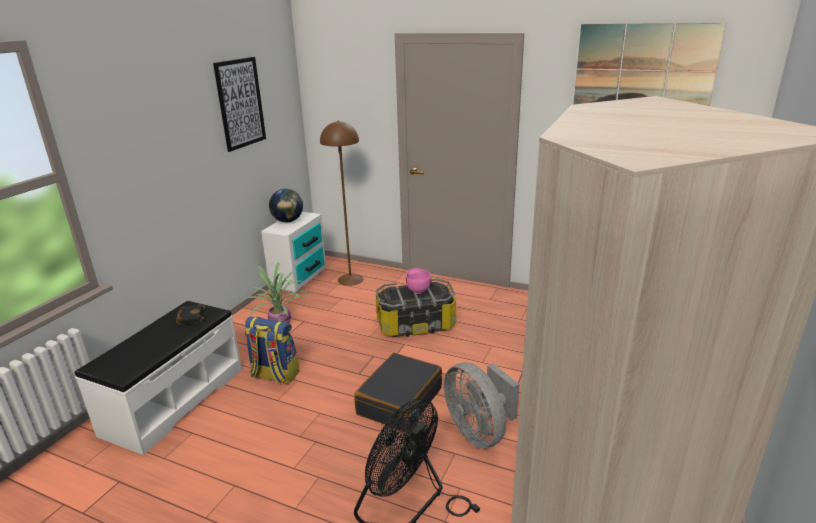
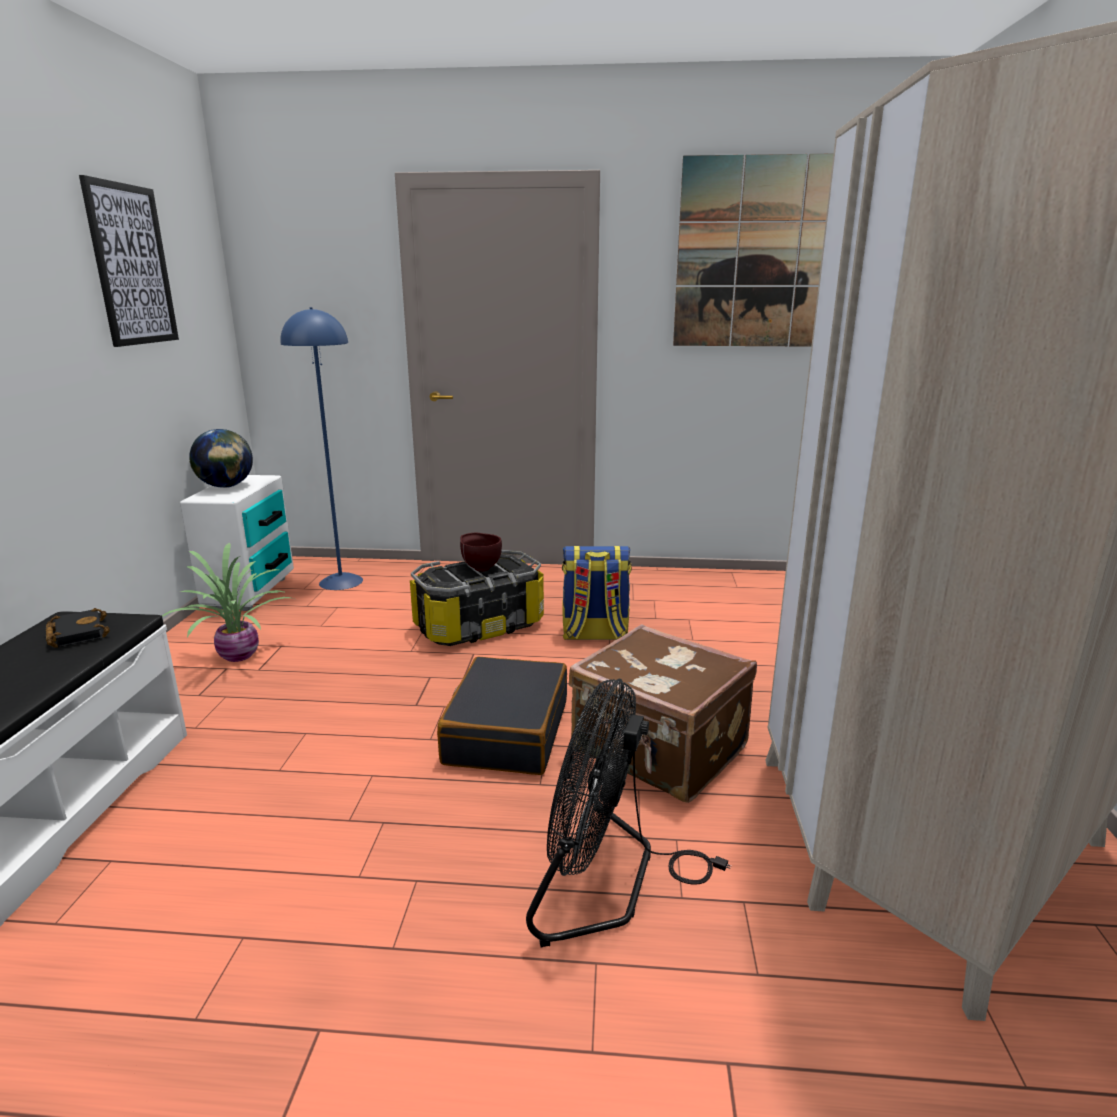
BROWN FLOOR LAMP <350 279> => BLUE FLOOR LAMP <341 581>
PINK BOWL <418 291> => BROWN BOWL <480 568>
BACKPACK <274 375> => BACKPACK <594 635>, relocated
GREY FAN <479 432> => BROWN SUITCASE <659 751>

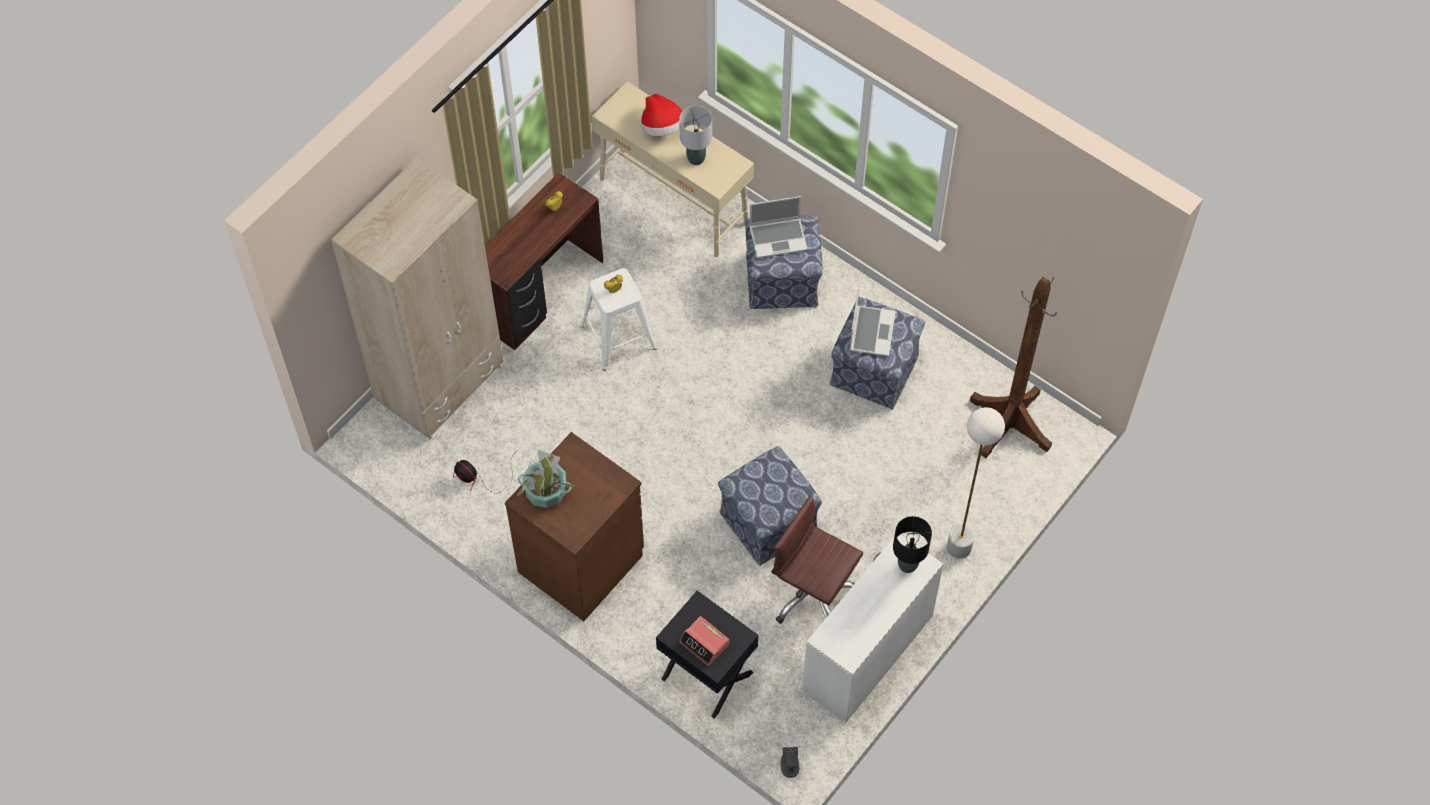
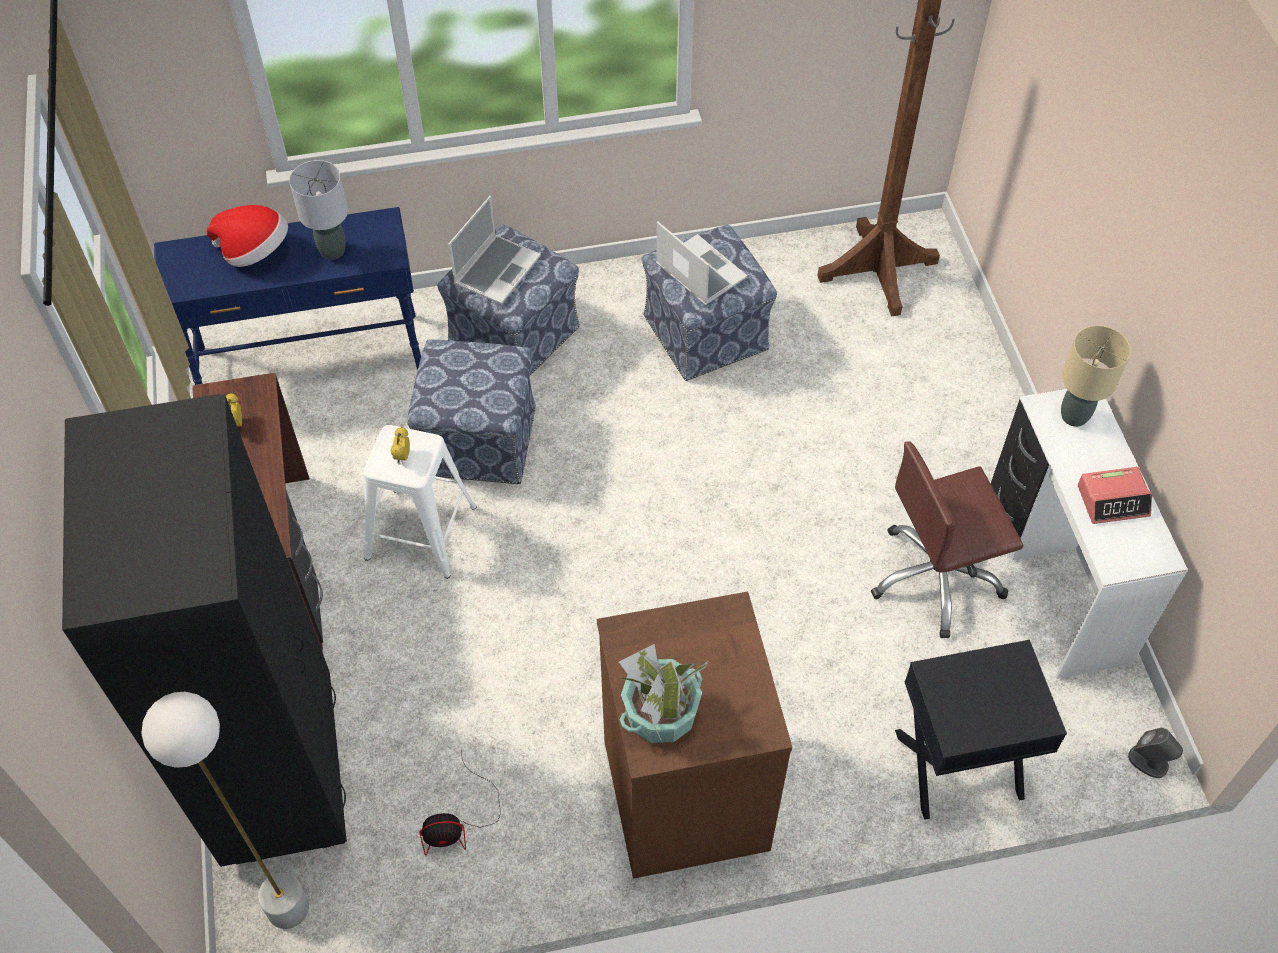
BEIGE CONSOLE TABLE <673 202> => BLUE CONSOLE TABLE <311 360>
BEIGE WARDROBE <441 384> => BLACK WARDROBE <282 770>
WHITE FLOOR LAMP <959 547> => WHITE FLOOR LAMP <288 908>, relocated
OTTOMAN <767 521> => OTTOMAN <477 440>, relocated
BLACK TABLE LAMP <908 565> => BEIGE TABLE LAMP <1074 416>
ALARM CLOCK <704 643> => ALARM CLOCK <1113 500>, relocated

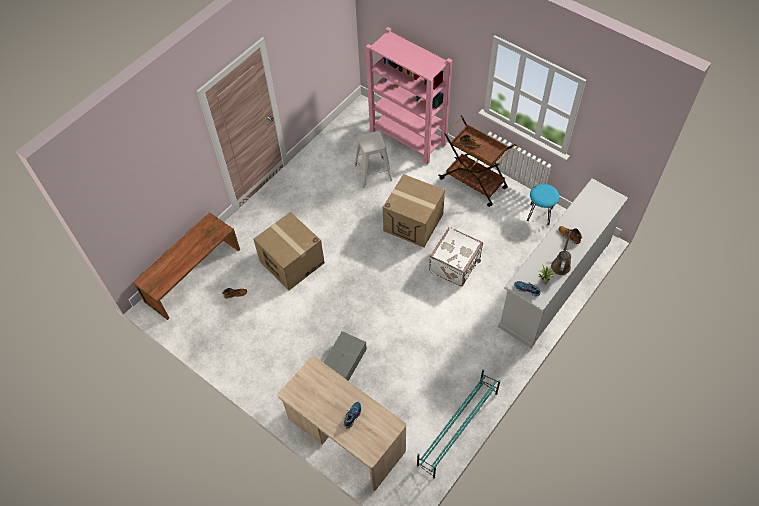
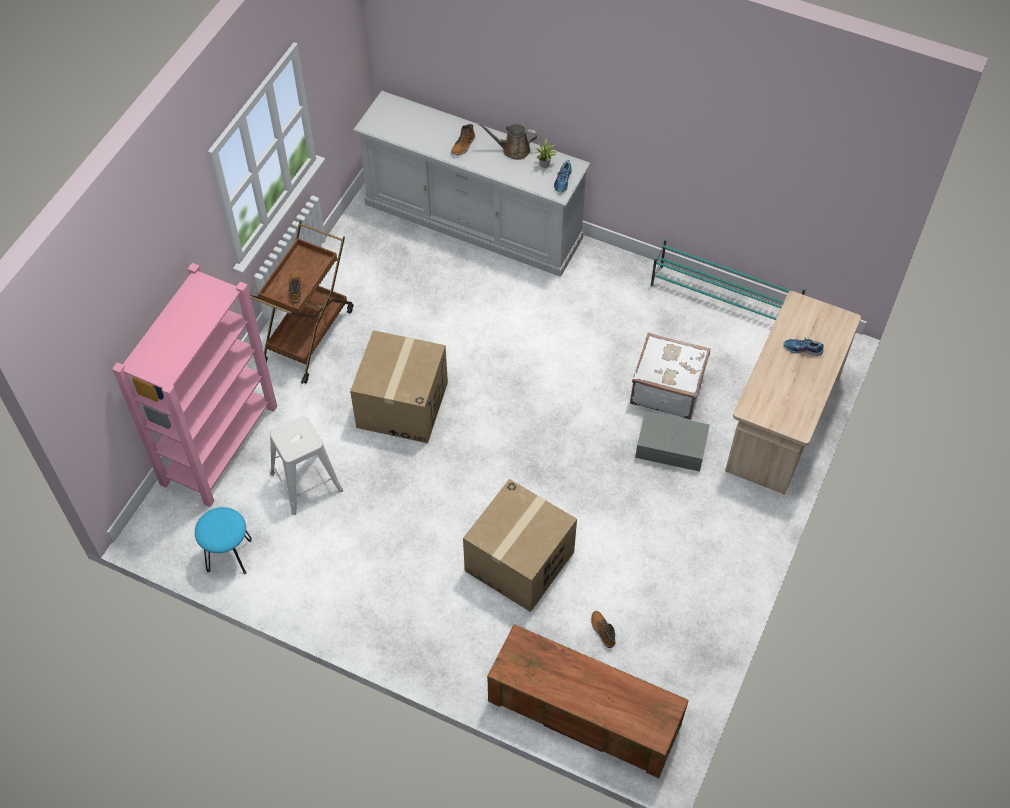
TURQUOISE STOOL <539 214> => TURQUOISE STOOL <229 555>, relocated
WHITE SUITCASE <455 265> => WHITE SUITCASE <667 388>, relocated

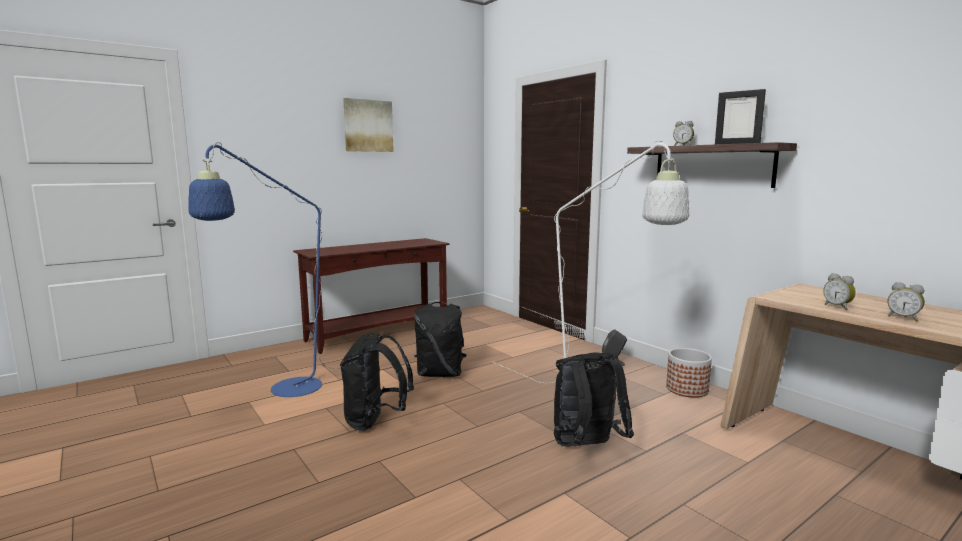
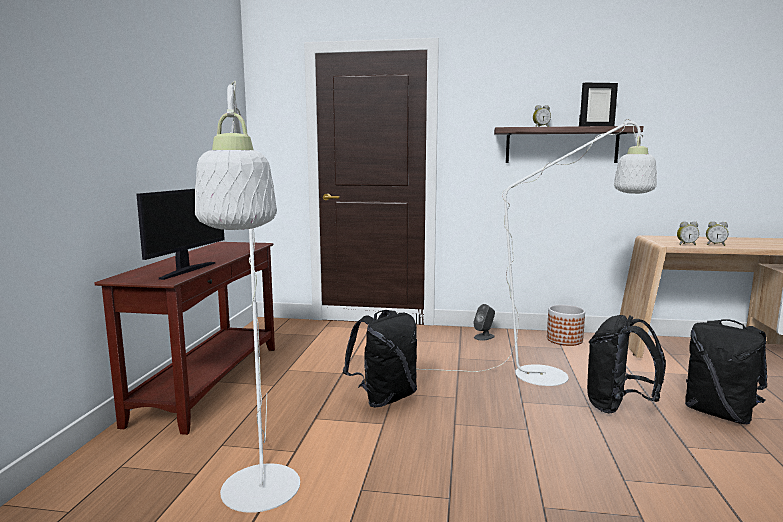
PICTURE <368 126> => nothing
BLUE FLOOR LAMP <285 391> => WHITE FLOOR LAMP <261 500>
ALARM CLOCK <903 318> => ALARM CLOCK <686 244>, relocated
BLACK BACKPACK <375 421> => BLACK BACKPACK <720 413>, relocated
nothing => MONITOR <186 270>

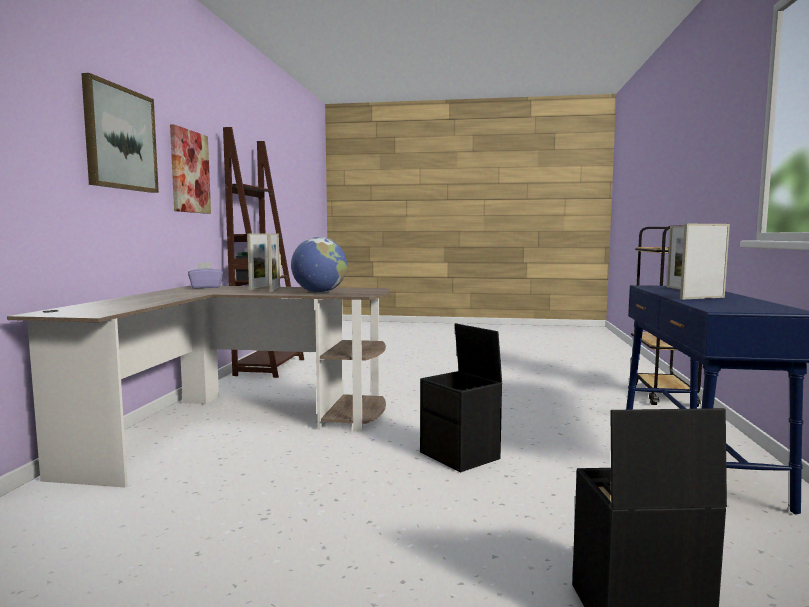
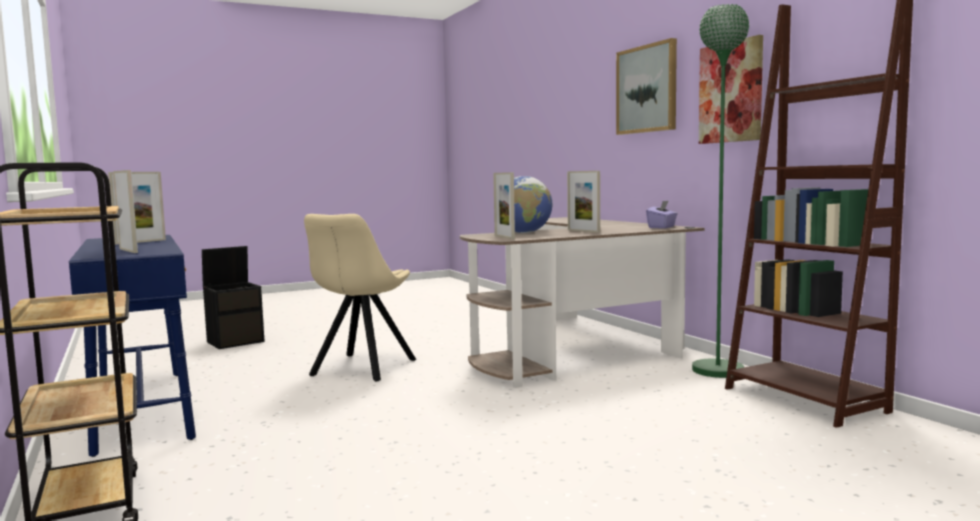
PICTURE FRAME <260 288> => PICTURE FRAME <504 237>, relocated
BLACK STORAGE BOX <461 455> => BEIGE CHAIR <362 367>
nothing => GREEN FLOOR LAMP <718 370>

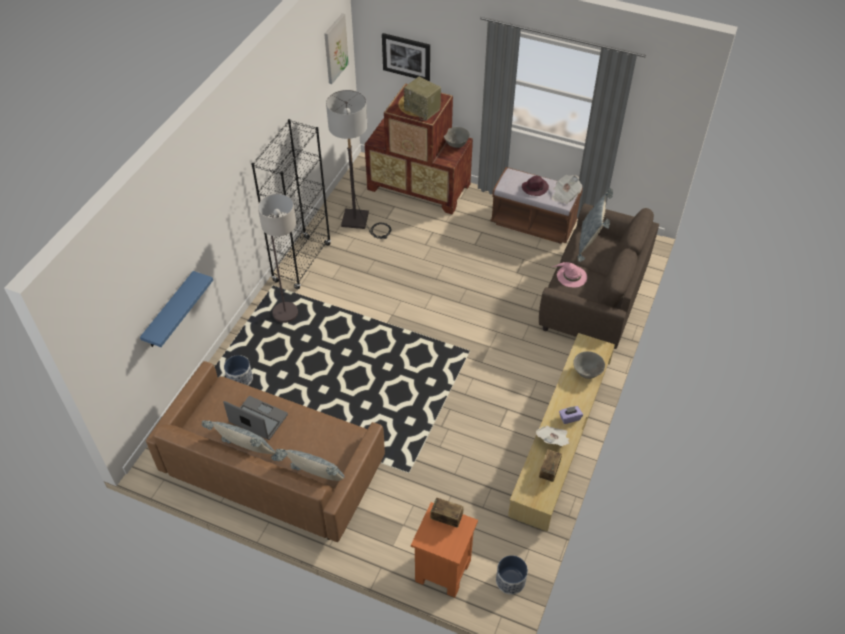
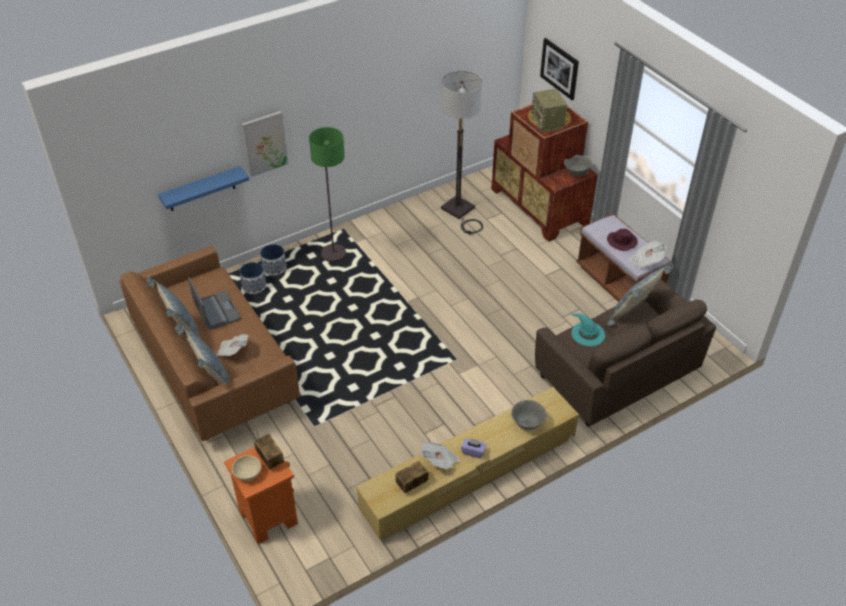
PICTURE <335 48> => PICTURE <264 143>, relocated
BLACK BOOKCASE <302 262> => nothing
GREY FLOOR LAMP <291 317> => GREEN FLOOR LAMP <335 259>
PINK HAT <571 276> => TURQUOISE HAT <587 333>
PLANTER <510 581> => PLANTER <274 268>, relocated
nothing => NEWSPAPER <233 351>
nothing => BEIGE BOWL <247 474>

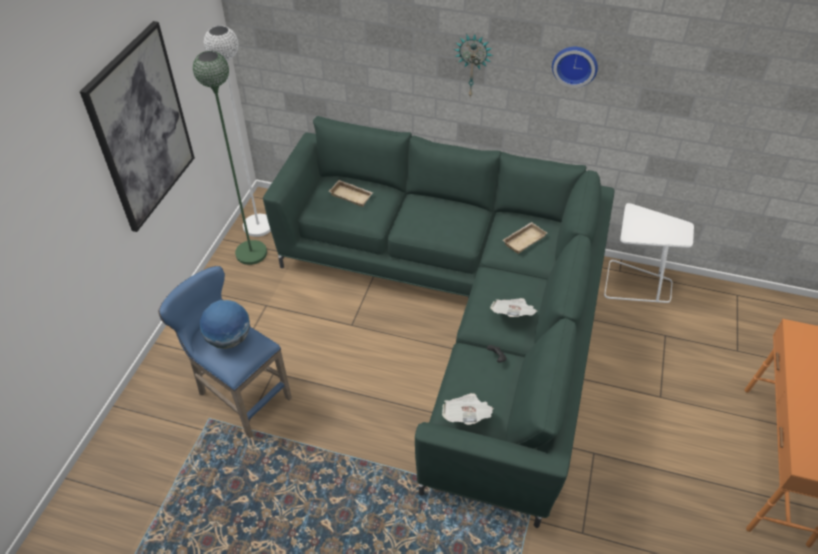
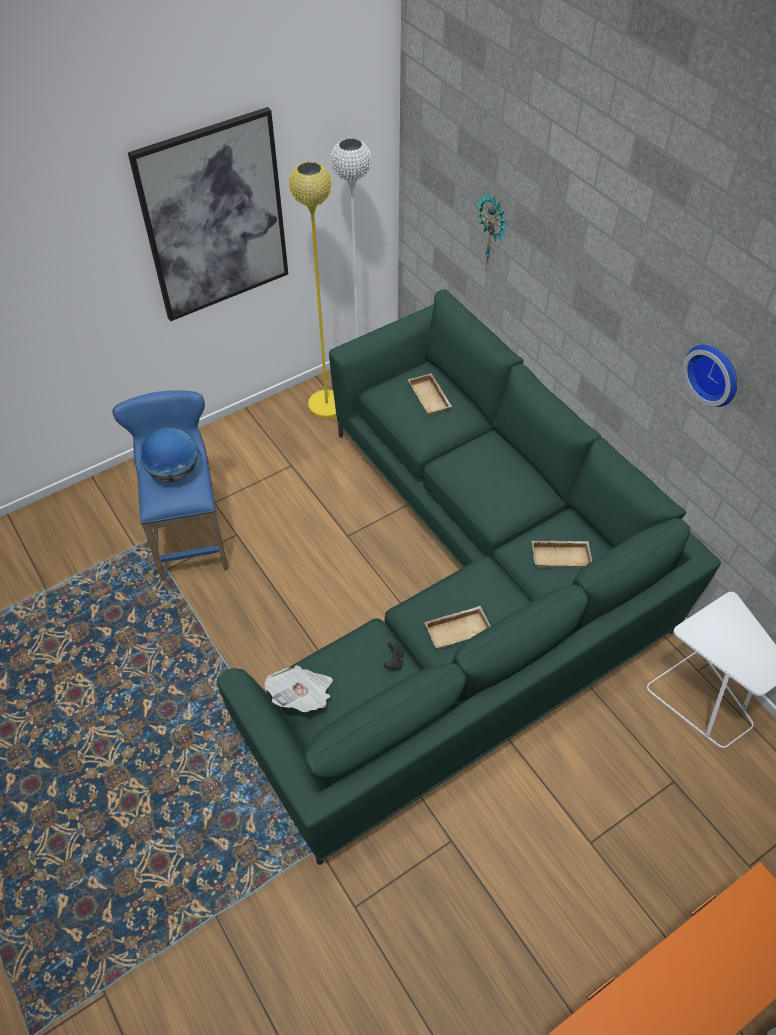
WALL CLOCK <473 65> => WALL CLOCK <493 233>, relocated
GREEN FLOOR LAMP <251 253> => YELLOW FLOOR LAMP <327 405>
NEWSPAPER <512 315> => BEIGE TRAY <458 629>

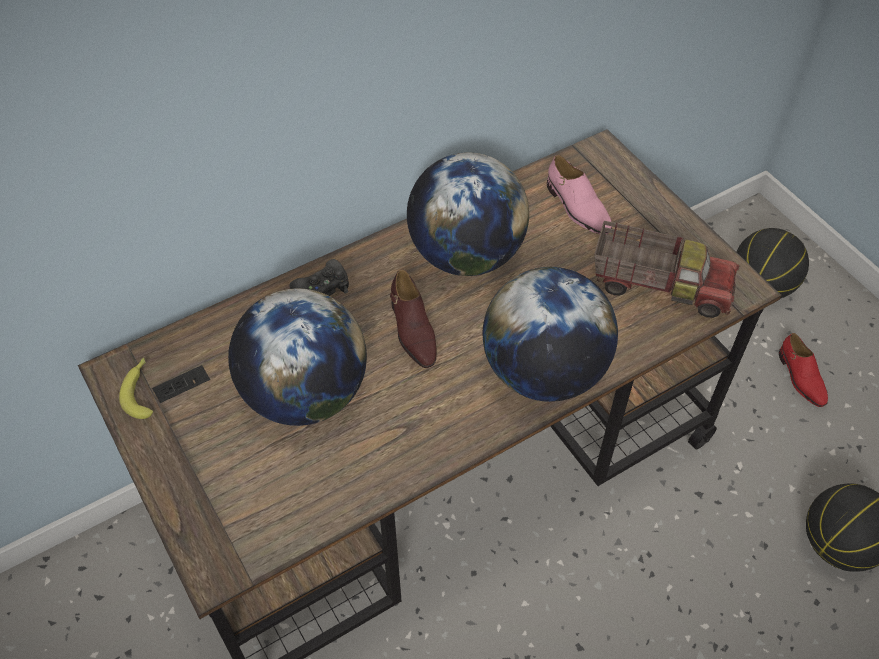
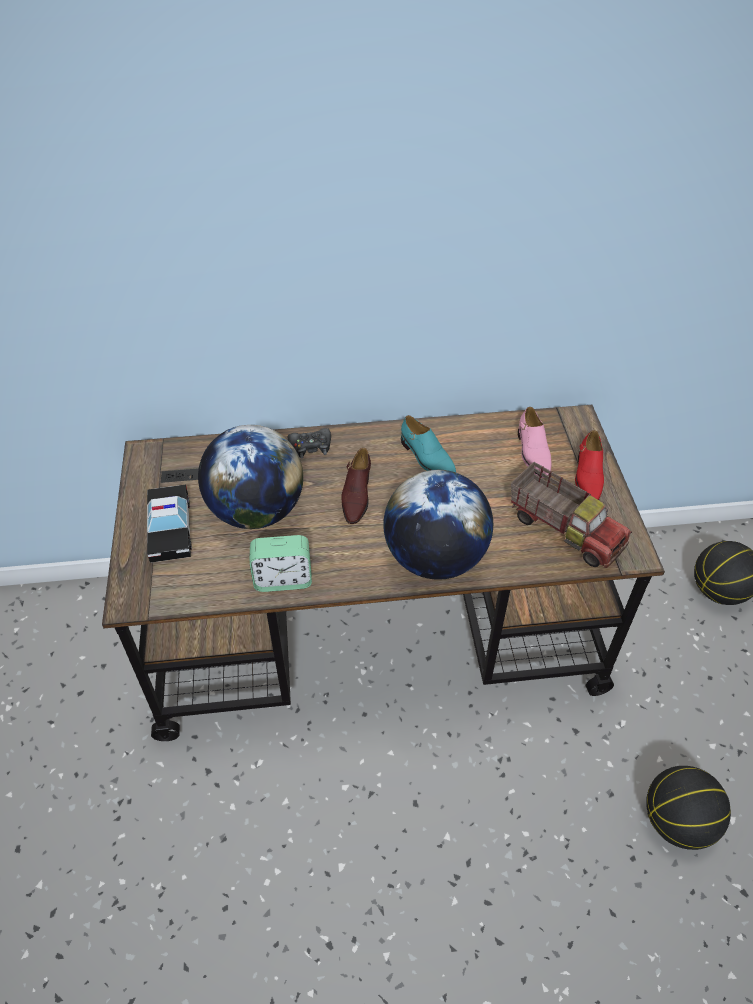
GLOBE <466 255> => TURQUOISE SHOE <427 458>
RED SHOE <800 378> => RED SHOE <587 477>, relocated
BANANA <141 391> => nothing
nothing => TOY CAR <170 530>
nothing => ALARM CLOCK <283 579>

